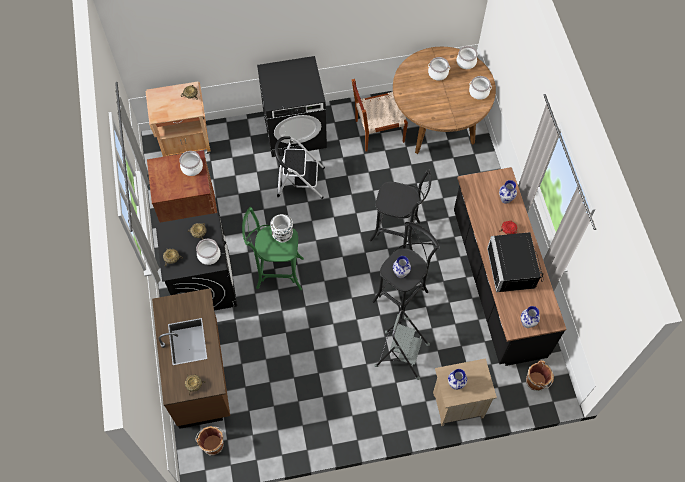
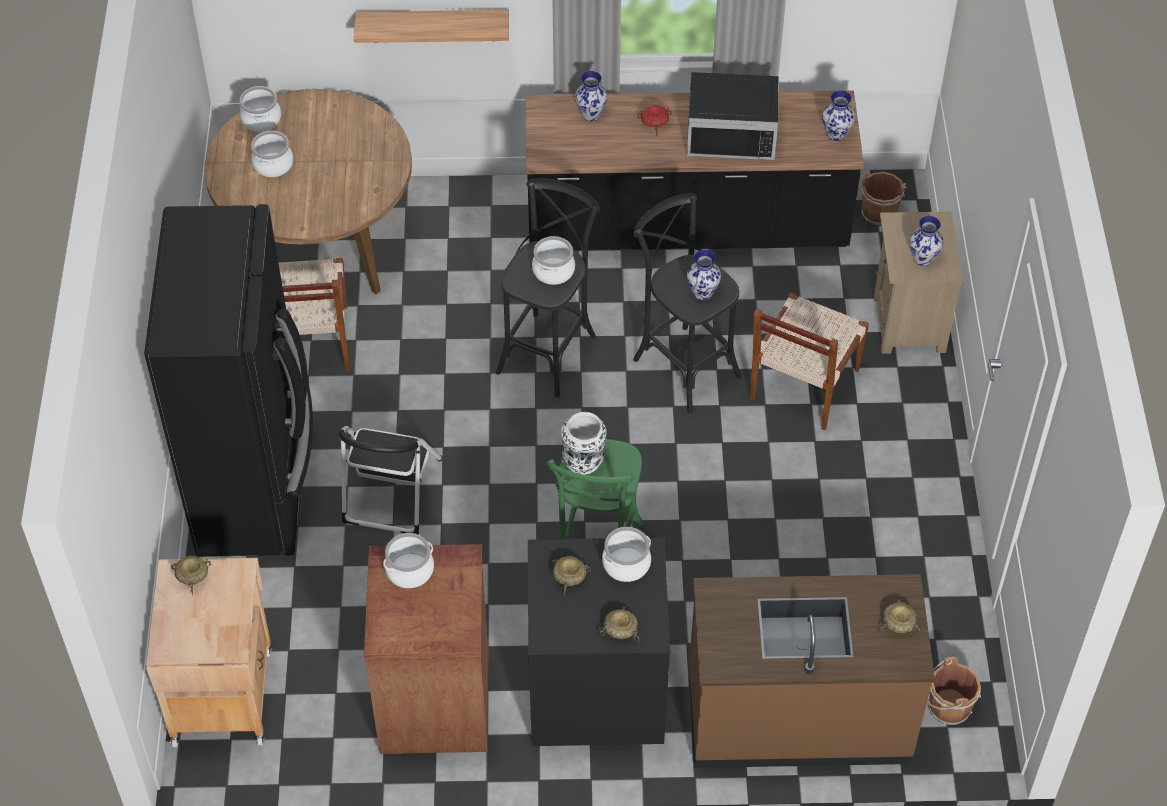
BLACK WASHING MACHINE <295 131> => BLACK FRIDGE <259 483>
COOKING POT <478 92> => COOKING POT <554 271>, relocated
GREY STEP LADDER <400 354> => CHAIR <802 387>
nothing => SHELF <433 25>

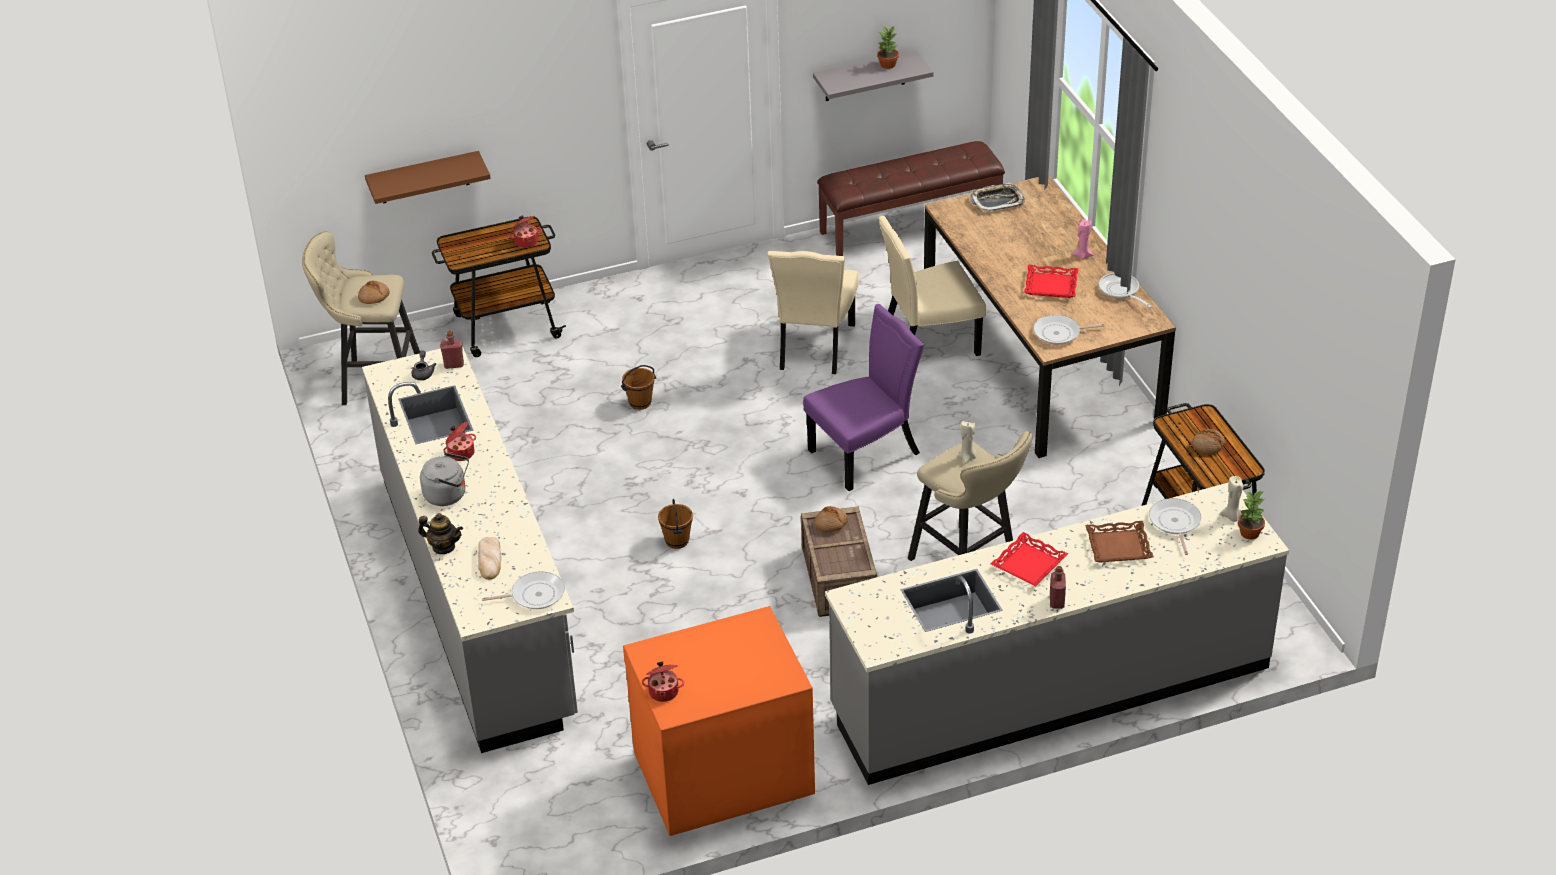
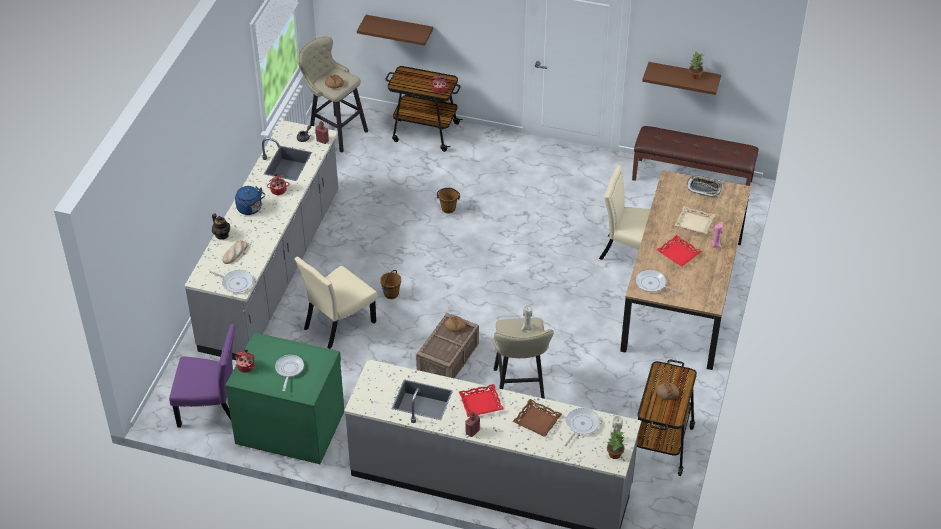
GREY SHELF <865 76> => BROWN SHELF <683 77>
BEIGE CHAIR <814 345> => BEIGE CHAIR <339 323>, relocated
FRYING PAN <1121 291> => FRYING PAN <289 370>, relocated
PURPLE CHAIR <863 455> => PURPLE CHAIR <210 409>, relocated
GREY KETTLE <448 495> => BLUE KETTLE <251 209>
ORANGE WASHING MACHINE <721 774> => GREEN WASHING MACHINE <290 427>
nothing => BEIGE TRAY <694 223>

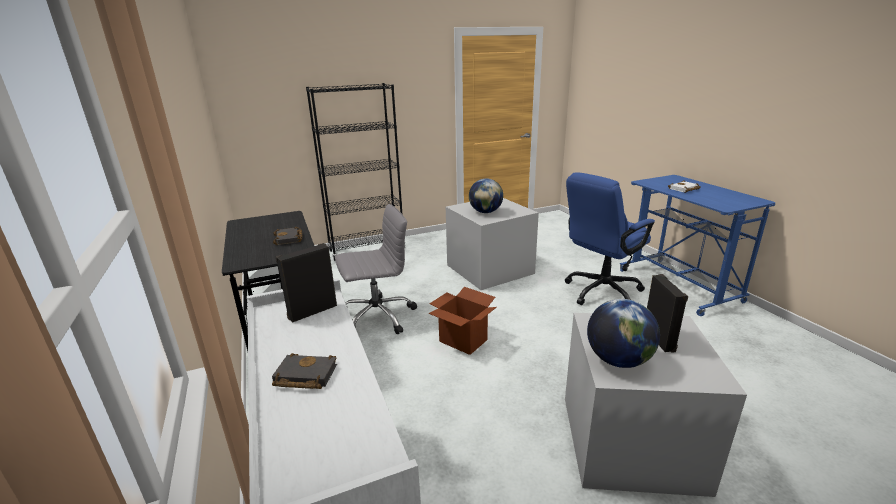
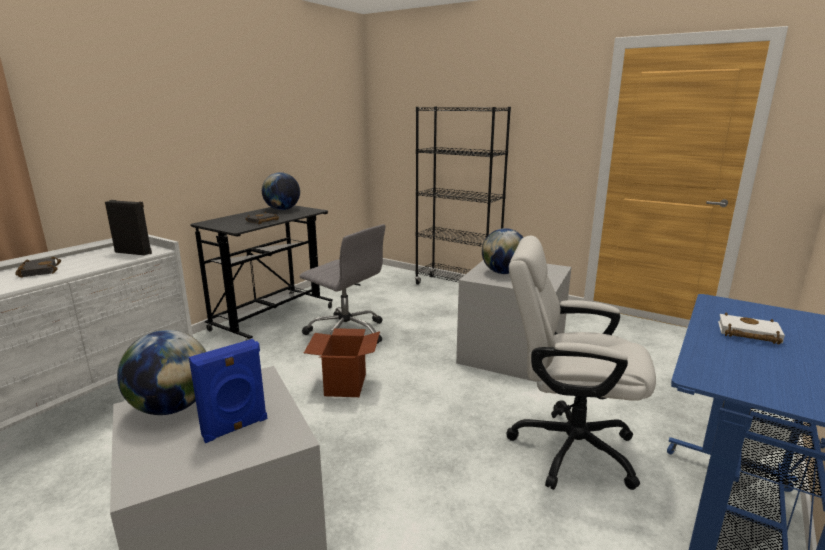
BLUE OFFICE CHAIR <600 293> => WHITE OFFICE CHAIR <565 449>
BLACK SPEAKER <660 339> => BLUE SPEAKER <235 428>
nothing => GLOBE <282 209>

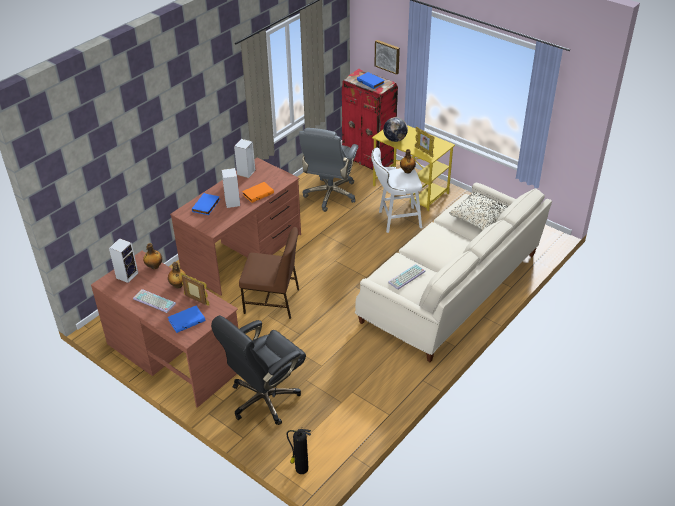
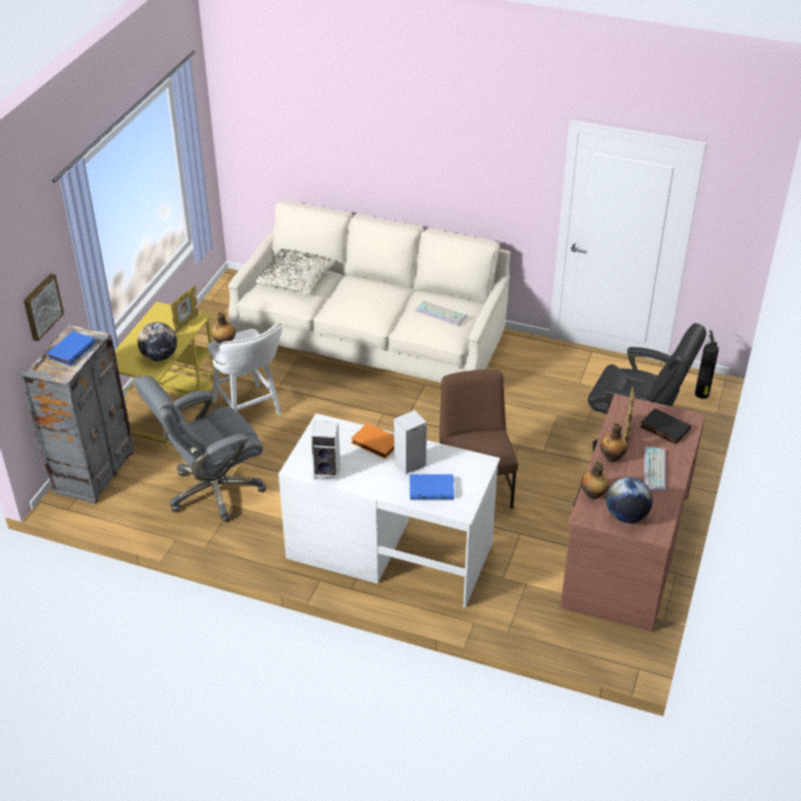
RED CABINET <369 159> => GREY CABINET <94 471>
GREY OFFICE CHAIR <329 196> => GREY OFFICE CHAIR <211 492>, 150 degrees clockwise
BROWN DESK <243 252> => WHITE DESK <389 550>
SPEAKER <127 275> => GLOBE <626 516>
BLUE BOOK <186 320> => BLACK BOOK <664 429>

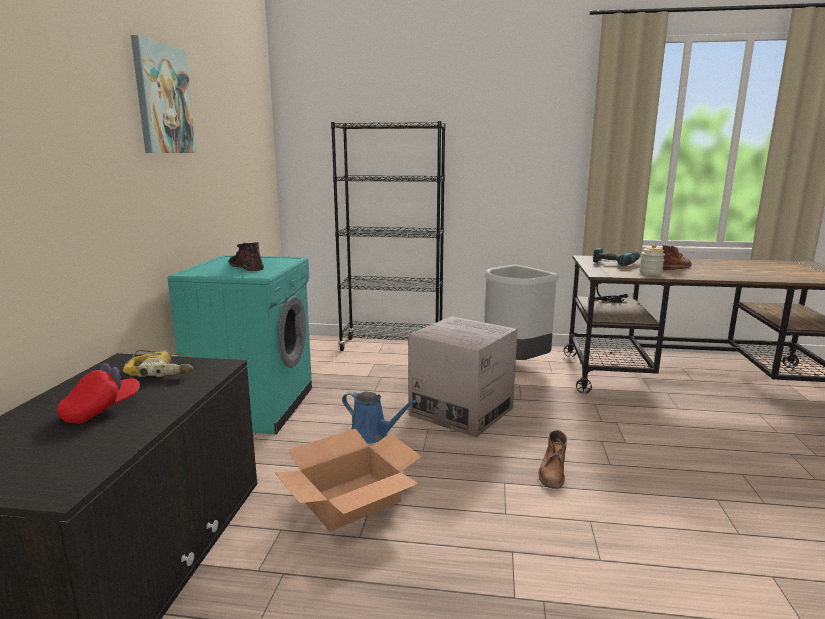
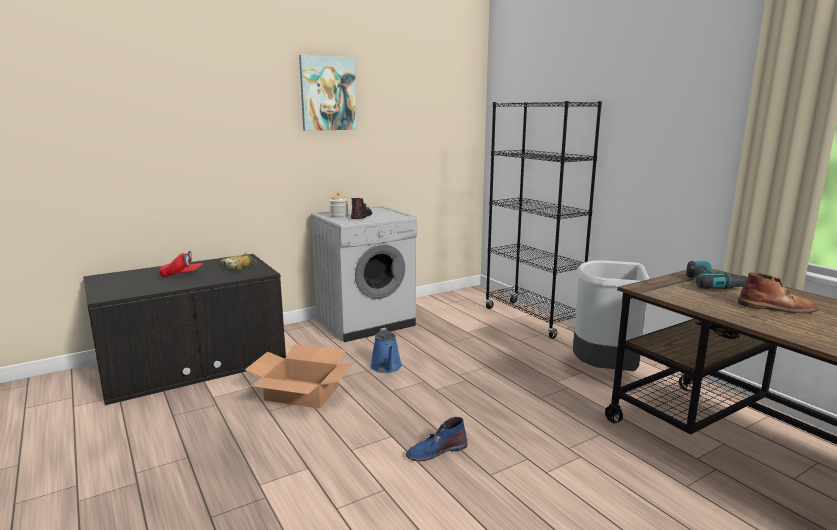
JAR <650 273> => JAR <339 216>, relocated
TURQUOISE WASHING MACHINE <256 407> => WHITE WASHING MACHINE <366 323>
CARDBOARD BOX <461 411> => nothing
BROWN BOOT <552 472> => BLUE BOOT <436 451>

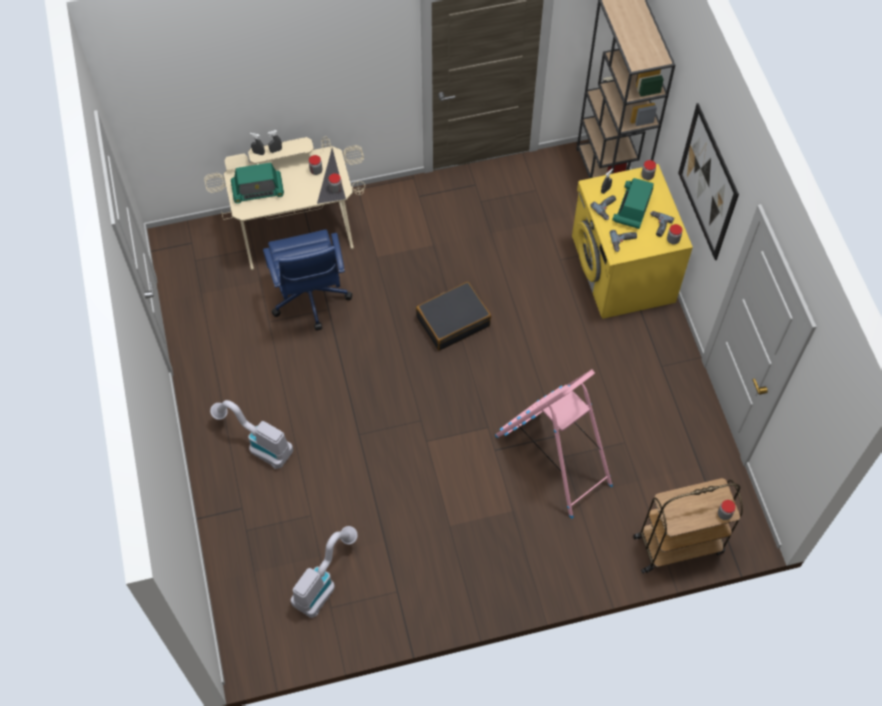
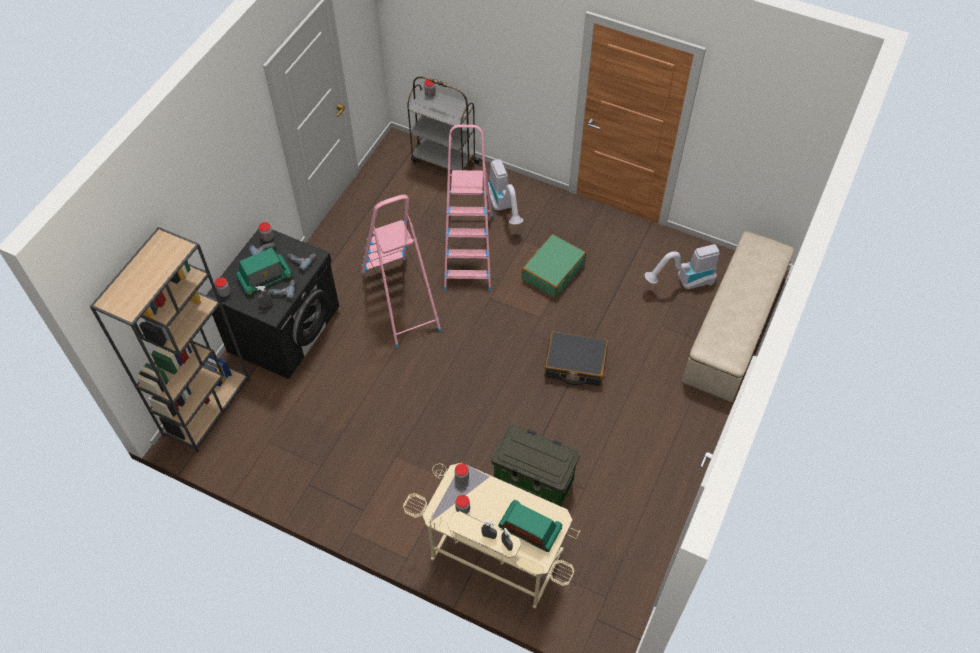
PICTURE <707 182> => nothing
YELLOW WASHING MACHINE <620 273> => BLACK WASHING MACHINE <286 331>
BLUE OFFICE CHAIR <311 300> => STORAGE BOX <534 482>
BLACK SUITCASE <453 321> => BLACK SUITCASE <575 364>, relocated
VACUUM CLEANER <258 444> => VACUUM CLEANER <504 208>, relocated
BROWN CART <679 545> => GREY CART <444 162>
nothing => PINK STEP LADDER <400 300>
nothing => BEIGE BENCH <734 328>
nothing => GREEN SUITCASE <552 271>

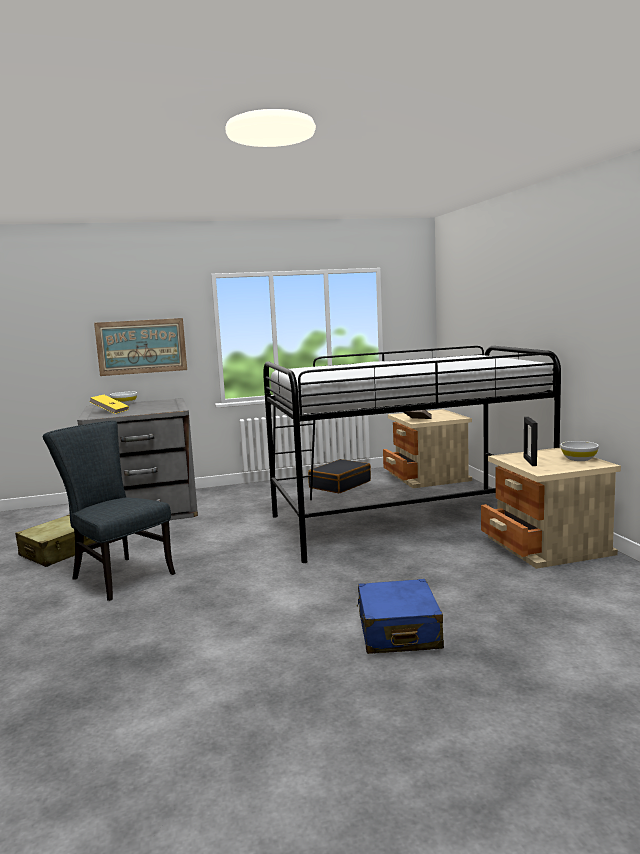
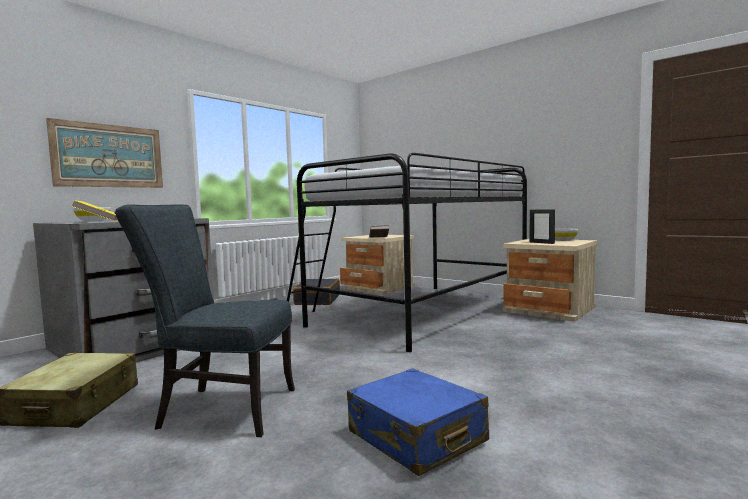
BLUE SUITCASE <398 632> => BLUE SUITCASE <416 437>, relocated

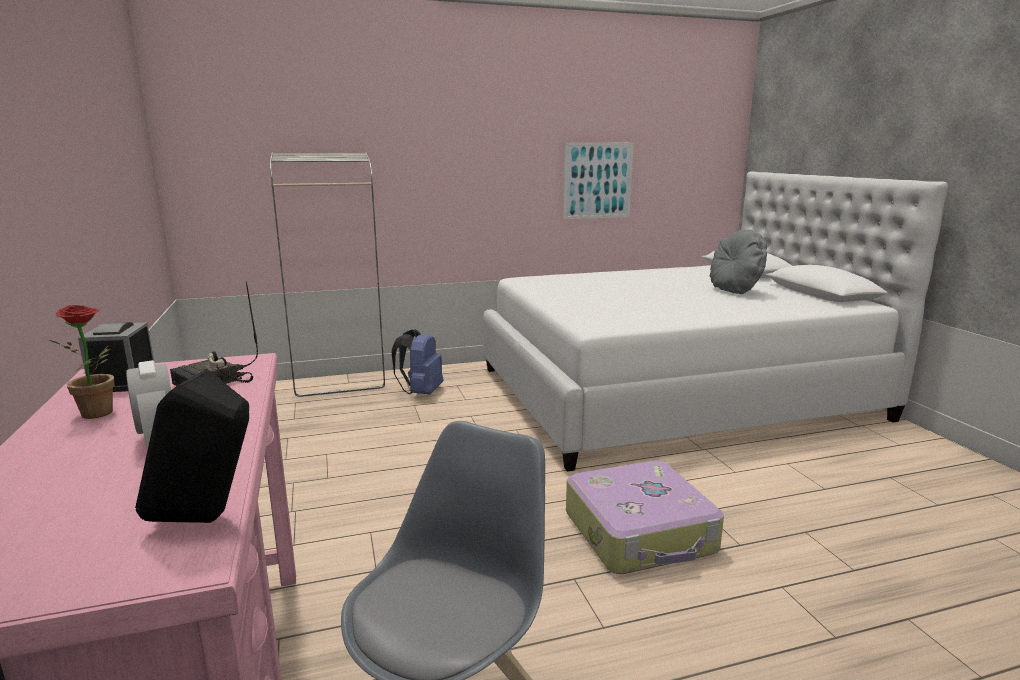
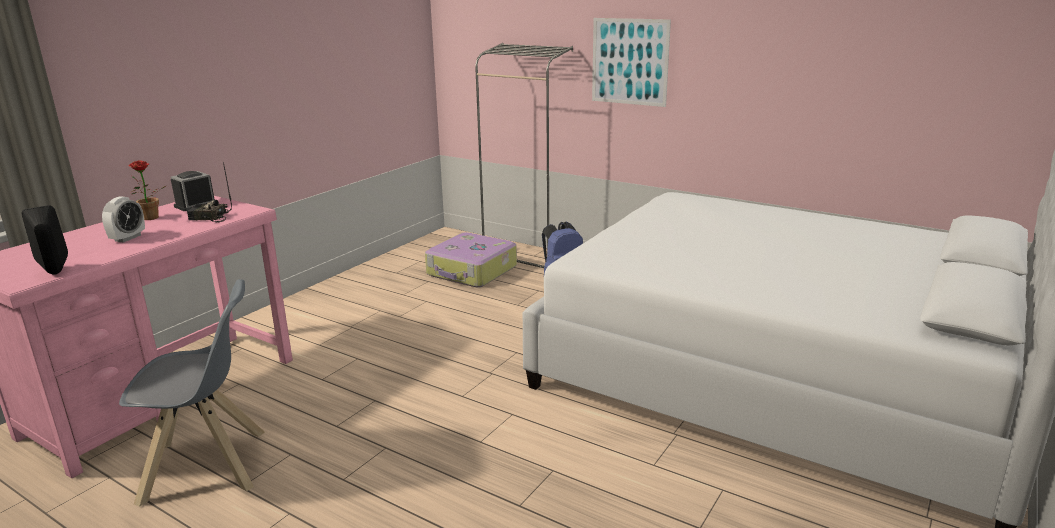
PICTURE <598 180> => PICTURE <629 61>, relocated
GREY PILLOW <734 291> => nothing
SUITCASE <640 533> => SUITCASE <472 271>, relocated

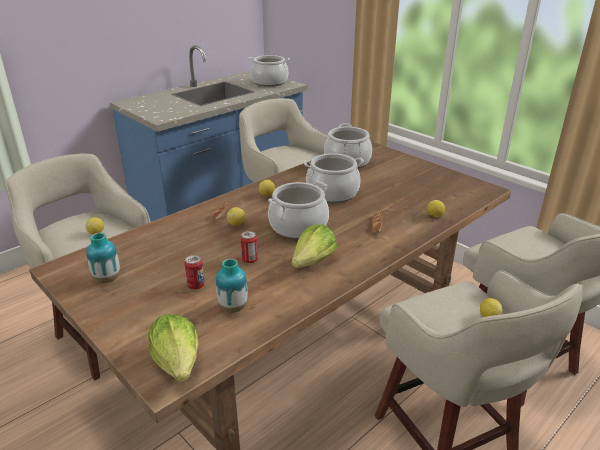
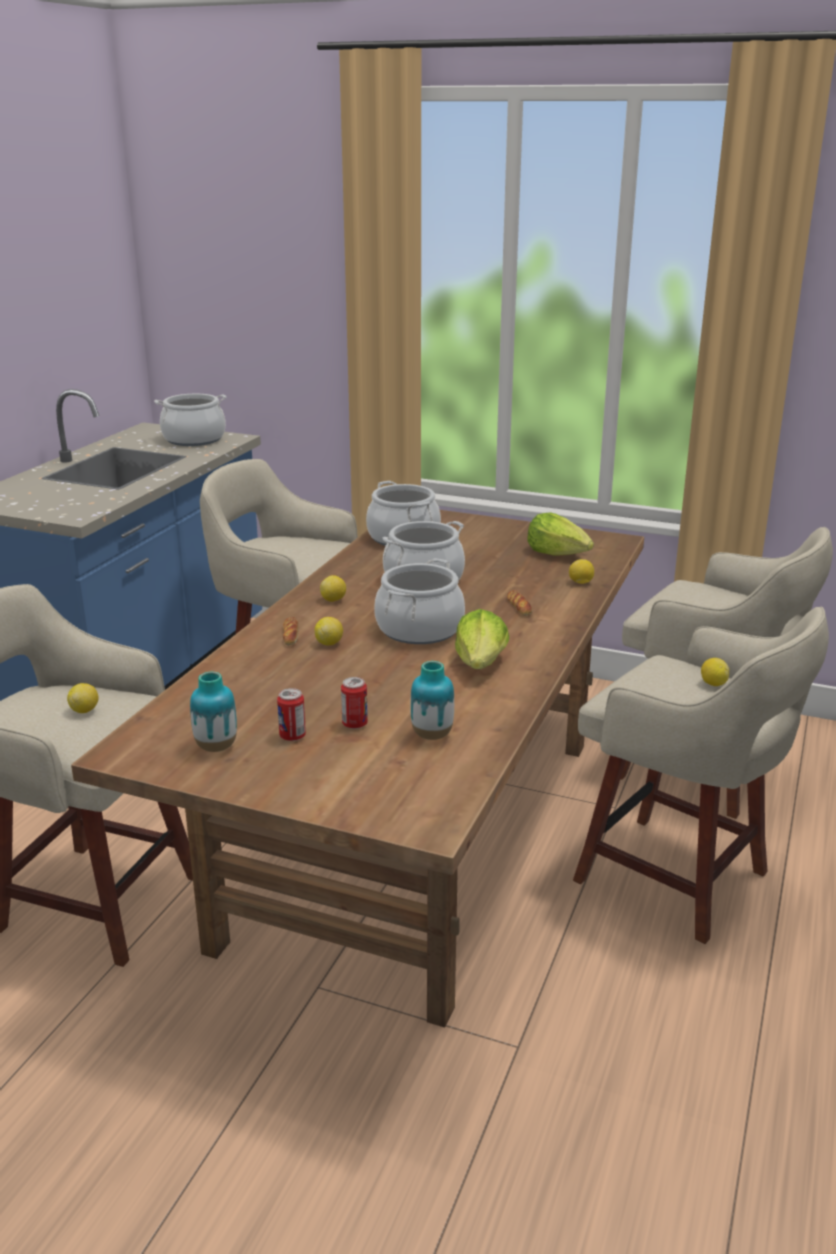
CAN <249 260> => CAN <292 736>, relocated
LETTUCE <178 362> => LETTUCE <558 554>, relocated

